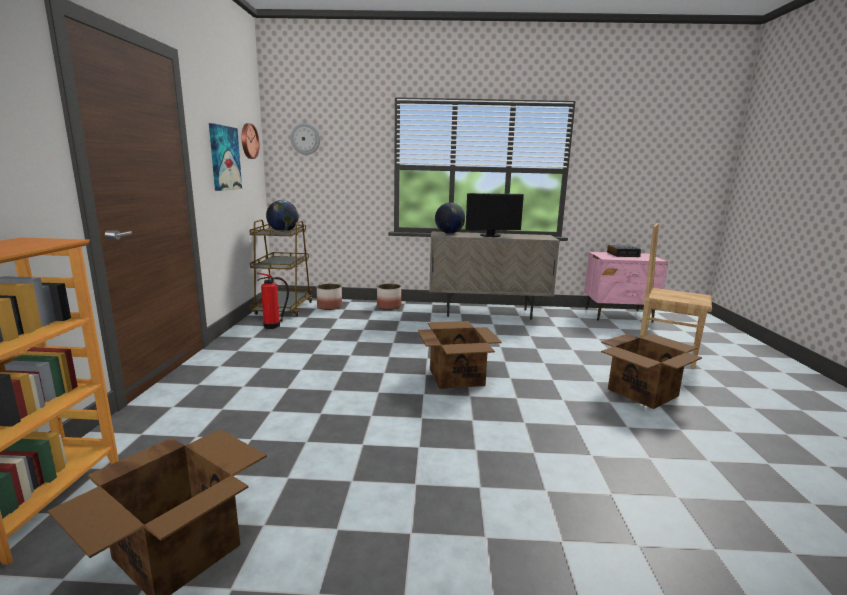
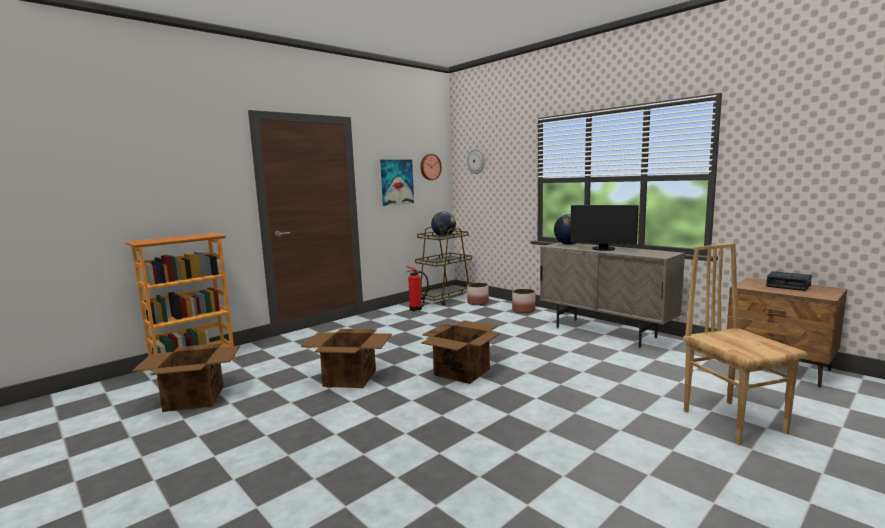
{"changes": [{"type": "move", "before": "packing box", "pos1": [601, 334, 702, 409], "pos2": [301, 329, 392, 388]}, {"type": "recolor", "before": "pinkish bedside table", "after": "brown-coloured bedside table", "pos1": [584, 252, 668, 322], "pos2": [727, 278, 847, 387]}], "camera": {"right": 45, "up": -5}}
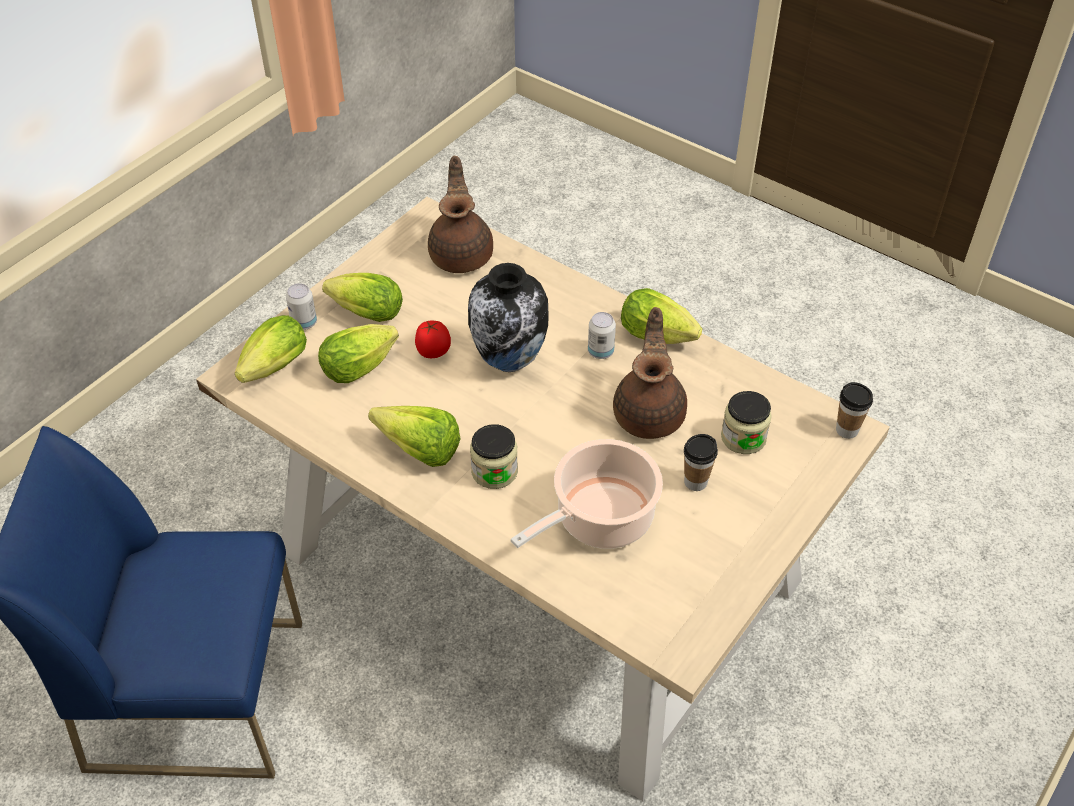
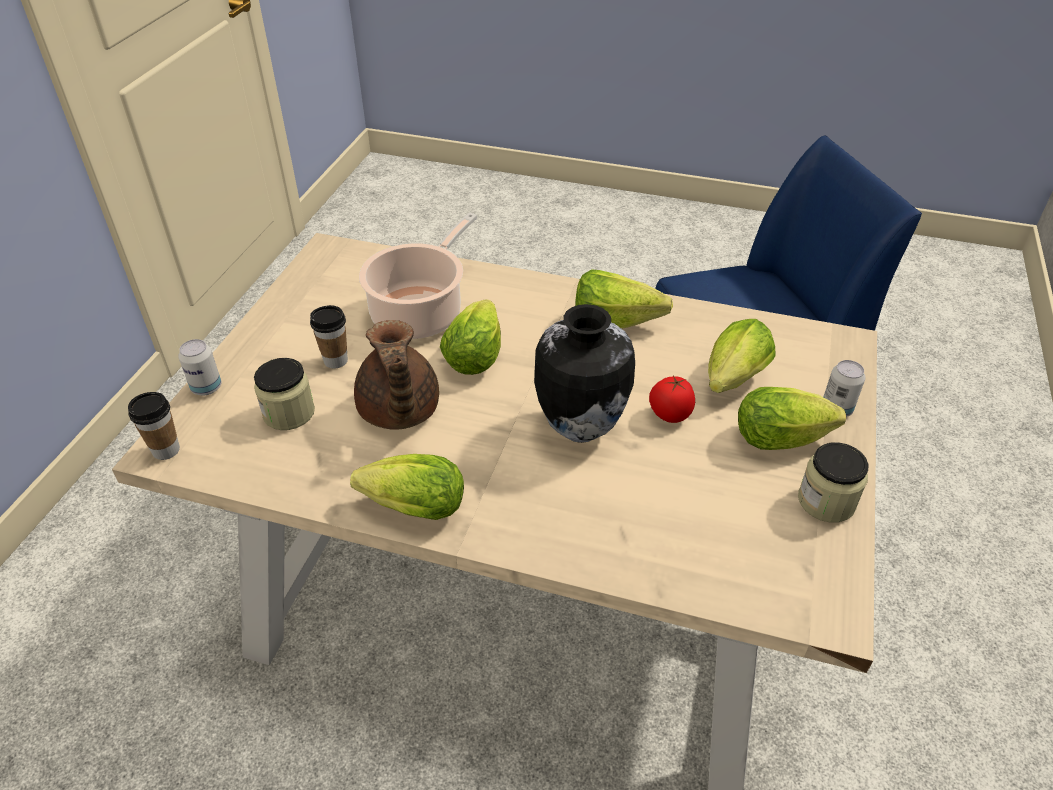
{"changes": [{"type": "move", "before": "can", "pos1": [588, 312, 616, 359], "pos2": [178, 339, 222, 395]}, {"type": "move", "before": "lettuce", "pos1": [235, 315, 307, 383], "pos2": [440, 299, 501, 375]}, {"type": "move", "before": "preserve jar", "pos1": [470, 424, 518, 489], "pos2": [798, 442, 869, 523]}, {"type": "delete", "before": "brown-coloured teapot", "pos1": [428, 156, 493, 273]}], "camera": {"right": 160, "up": -5}}
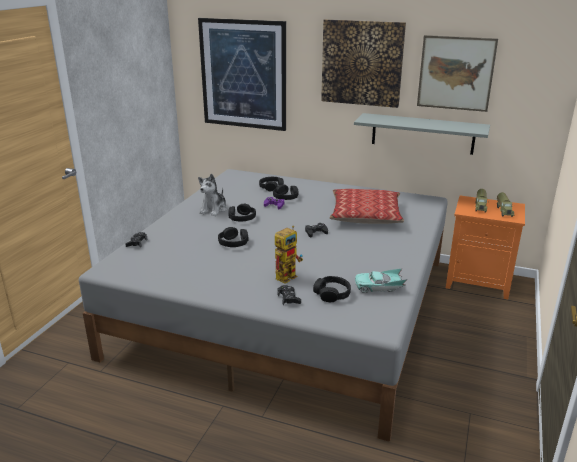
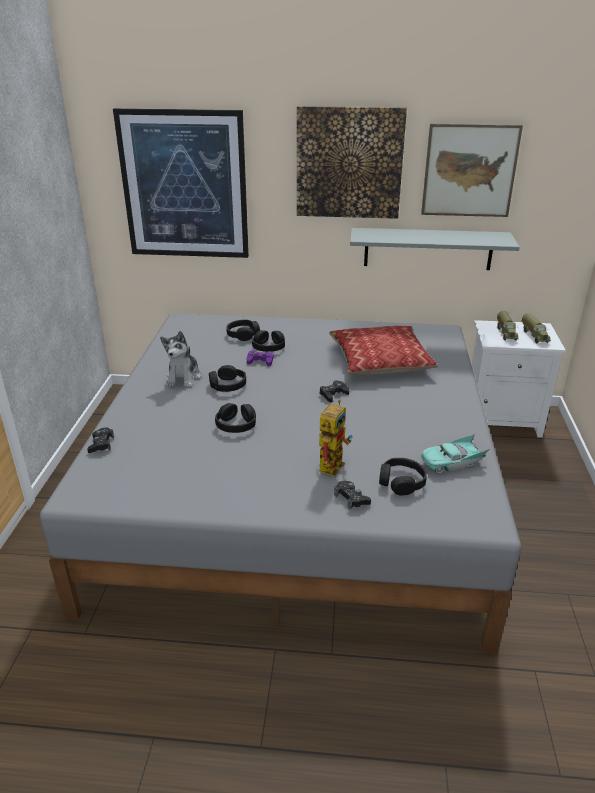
{"changes": [{"type": "recolor", "before": "orange-coloured bedside table", "after": "whitish bedside table", "pos1": [446, 196, 525, 299], "pos2": [471, 320, 566, 438]}], "camera": {"right": -15, "up": 5}}
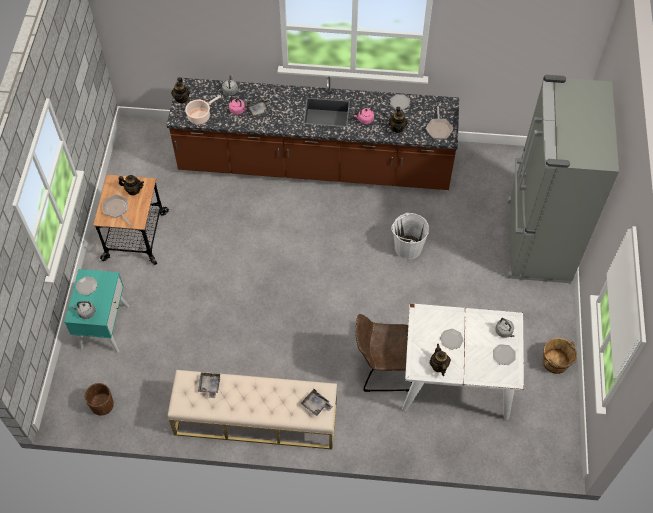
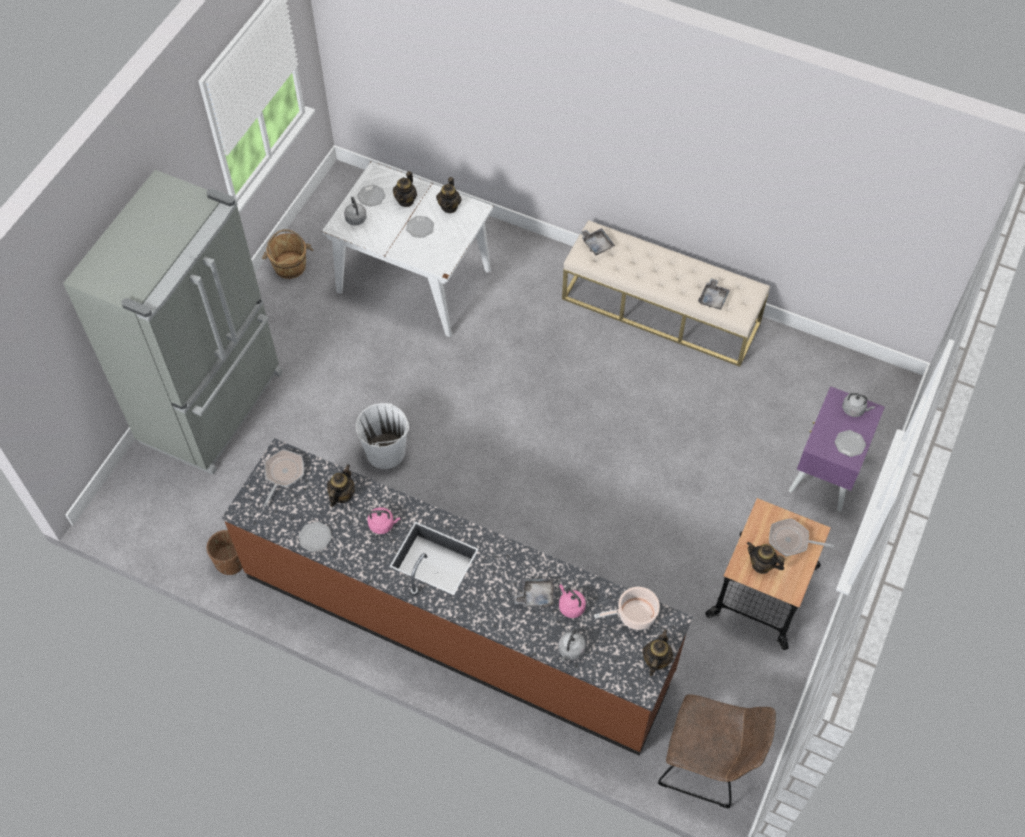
{"changes": [{"type": "move", "before": "brown-coloured plant pot", "pos1": [84, 383, 114, 415], "pos2": [207, 530, 243, 575]}, {"type": "insert", "after": "teapot", "pos2": [393, 171, 417, 207]}, {"type": "move", "before": "brown-coloured chair", "pos1": [355, 314, 412, 392], "pos2": [658, 694, 776, 808]}, {"type": "rotate", "before": "skillet", "pos1": [103, 194, 131, 226], "pos2": [769, 518, 834, 556], "turn": 120}, {"type": "recolor", "before": "turquoise bedside table", "after": "purple-coloured bedside table", "pos1": [64, 269, 130, 353], "pos2": [789, 386, 885, 512]}], "camera": {"right": -160, "up": 0}}
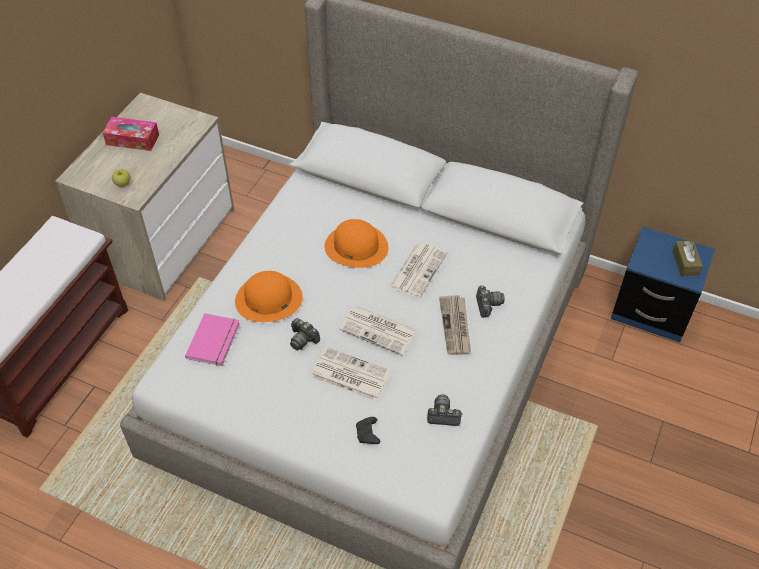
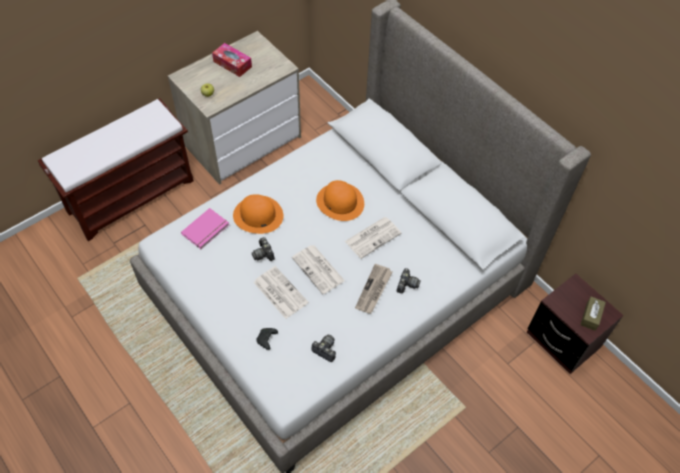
{"changes": [{"type": "recolor", "before": "bluish bedside table", "after": "brown-coloured bedside table", "pos1": [611, 227, 715, 342], "pos2": [527, 273, 624, 374]}], "camera": {"right": 25, "up": 5}}
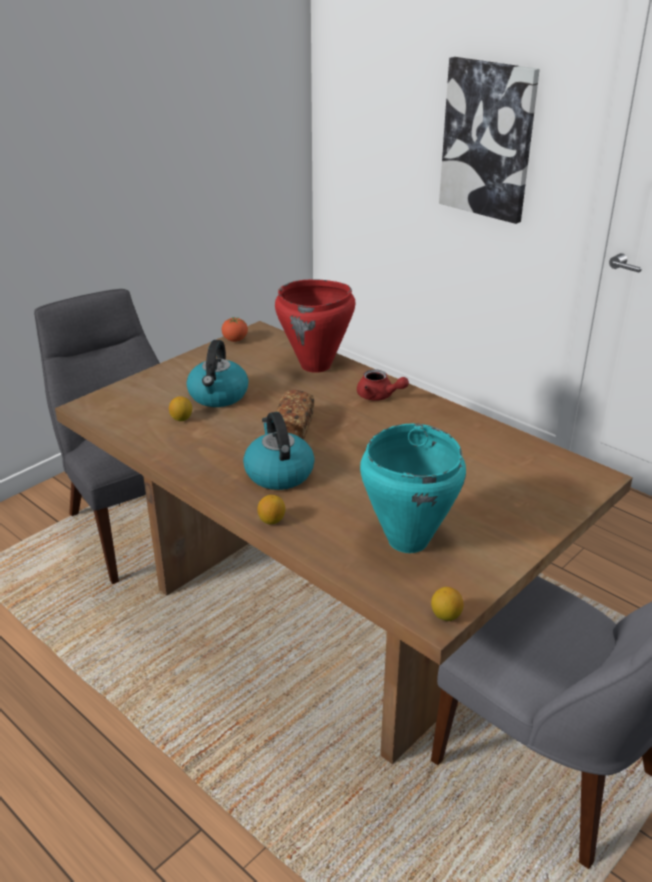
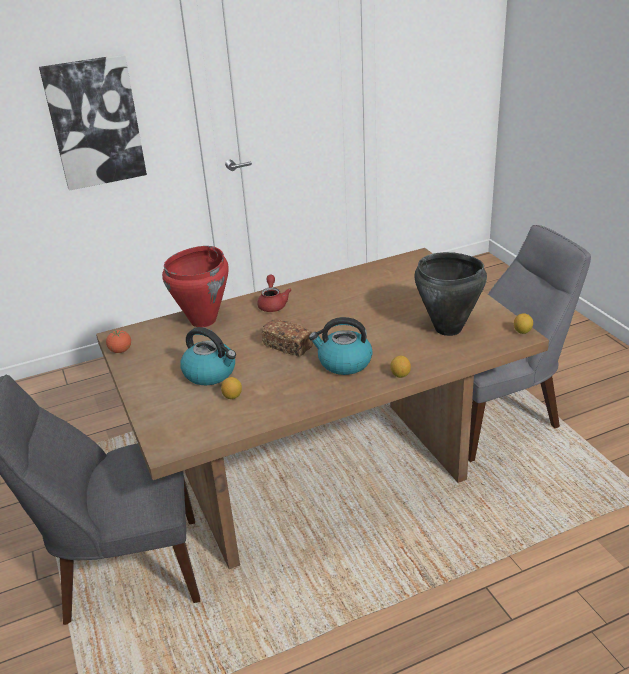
{"changes": [{"type": "rotate", "before": "red-coloured teapot", "pos1": [357, 369, 409, 401], "pos2": [257, 275, 291, 312], "turn": -60}, {"type": "recolor", "before": "turquoise saucepot", "after": "black saucepot", "pos1": [360, 423, 466, 553], "pos2": [414, 252, 487, 336]}], "camera": {"right": -65, "up": 0}}
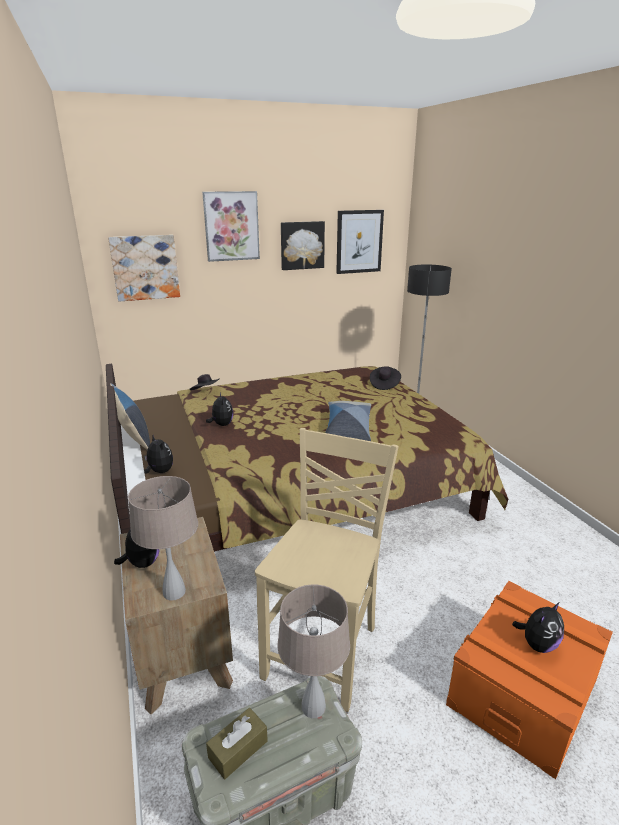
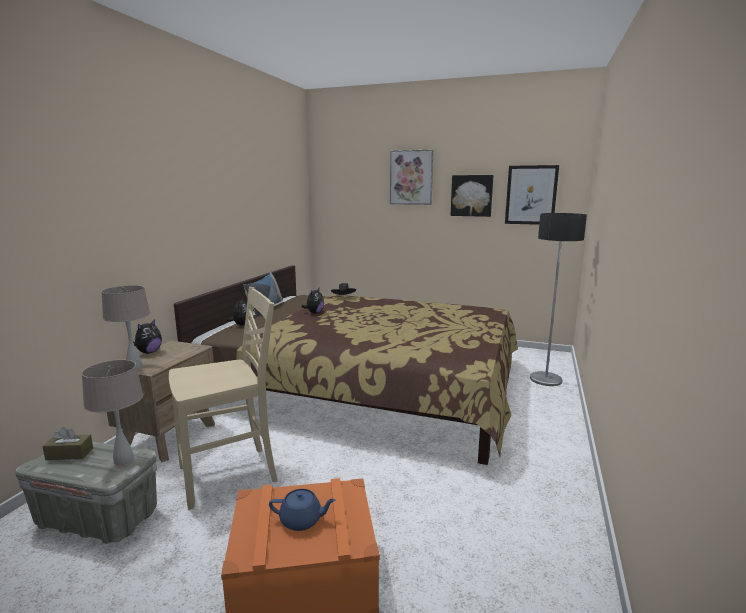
{"changes": [{"type": "replace", "before": "cuddly toy", "after": "bluish teapot", "pos1": [512, 602, 564, 653], "pos2": [269, 489, 336, 531]}, {"type": "delete", "before": "picture", "pos1": [108, 235, 180, 302]}, {"type": "delete", "before": "pillow", "pos1": [325, 401, 371, 441]}, {"type": "delete", "before": "black wearable hat", "pos1": [370, 366, 401, 390]}], "camera": {"right": 40, "up": -10}}
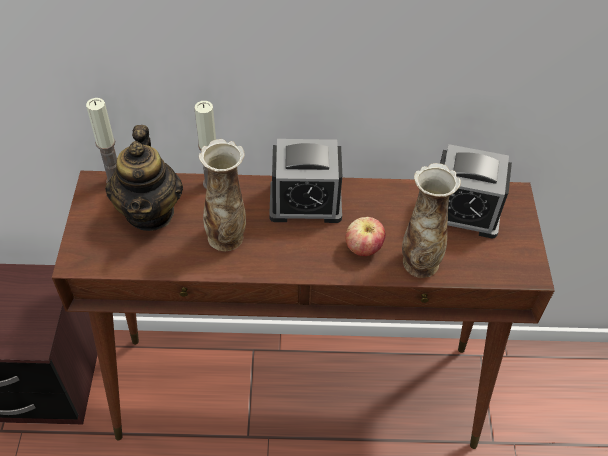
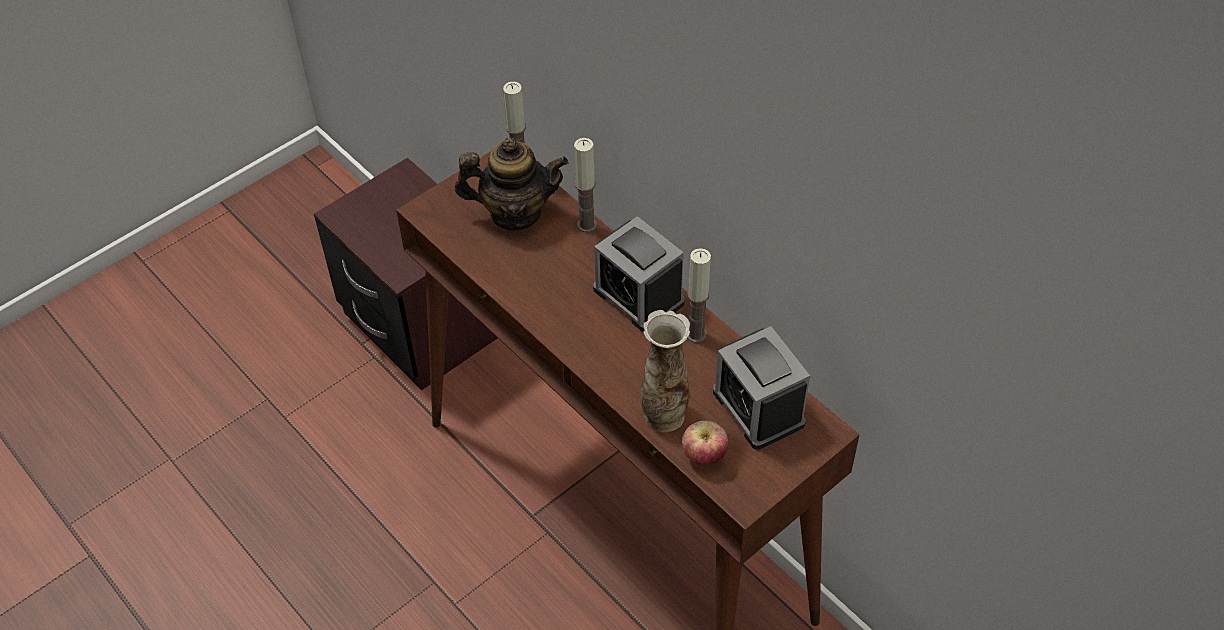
{"changes": [{"type": "rotate", "before": "teapot", "pos1": [105, 125, 183, 231], "pos2": [455, 138, 568, 231], "turn": -135}, {"type": "move", "before": "apple", "pos1": [346, 217, 386, 256], "pos2": [682, 421, 728, 465]}, {"type": "insert", "after": "wax light", "pos2": [687, 248, 711, 343]}, {"type": "delete", "before": "decorative vase", "pos1": [199, 139, 246, 251]}], "camera": {"right": 50, "up": 0}}
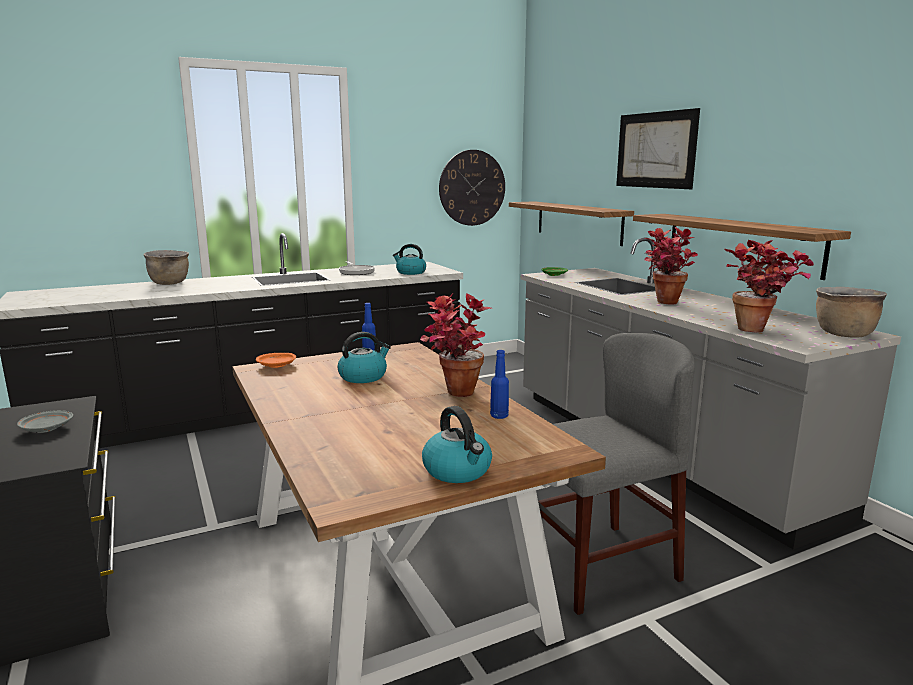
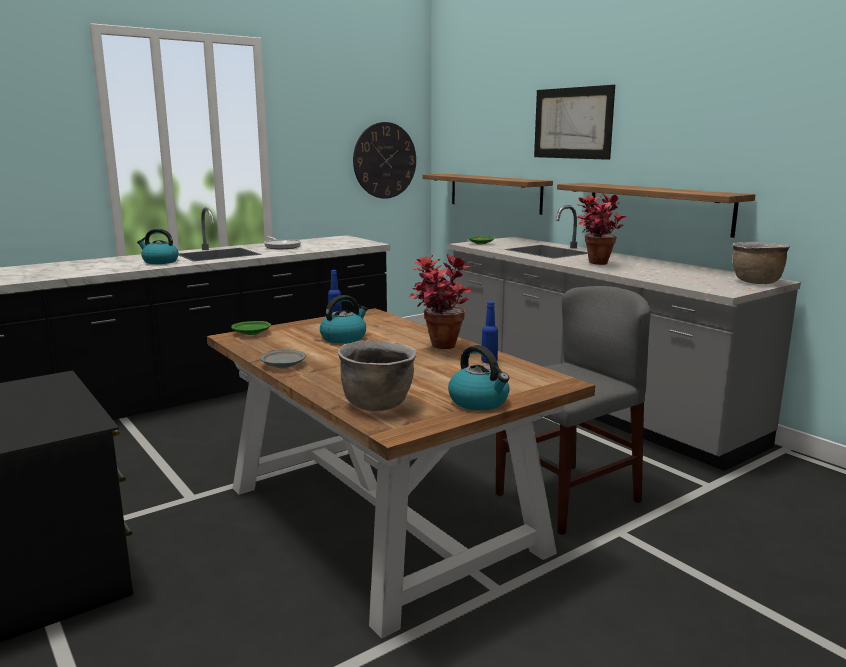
{"changes": [{"type": "move", "before": "tea kettle", "pos1": [393, 244, 426, 275], "pos2": [137, 229, 179, 264]}, {"type": "recolor", "before": "orange-coloured flat dish", "after": "green flat dish", "pos1": [256, 353, 296, 368], "pos2": [231, 321, 271, 335]}, {"type": "move", "before": "grey flat dish", "pos1": [17, 410, 73, 433], "pos2": [260, 350, 306, 368]}, {"type": "move", "before": "brown-coloured saucepot", "pos1": [143, 250, 189, 285], "pos2": [337, 340, 416, 411]}, {"type": "delete", "before": "plant in a pot", "pos1": [725, 240, 814, 332]}], "camera": {"right": -10, "up": 0}}
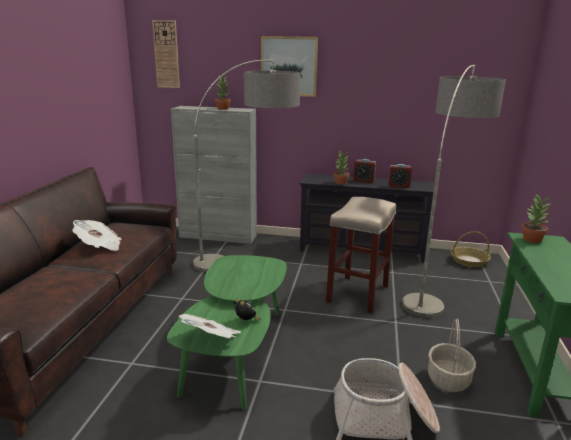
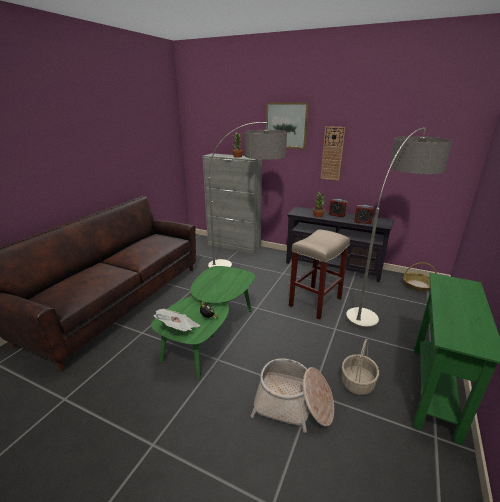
{"changes": [{"type": "move", "before": "clock on the wall", "pos1": [152, 20, 180, 88], "pos2": [320, 126, 345, 180]}, {"type": "delete", "before": "printed paper", "pos1": [73, 220, 122, 251]}, {"type": "delete", "before": "plant in a pot", "pos1": [522, 194, 552, 243]}], "camera": {"right": 15, "up": 5}}
